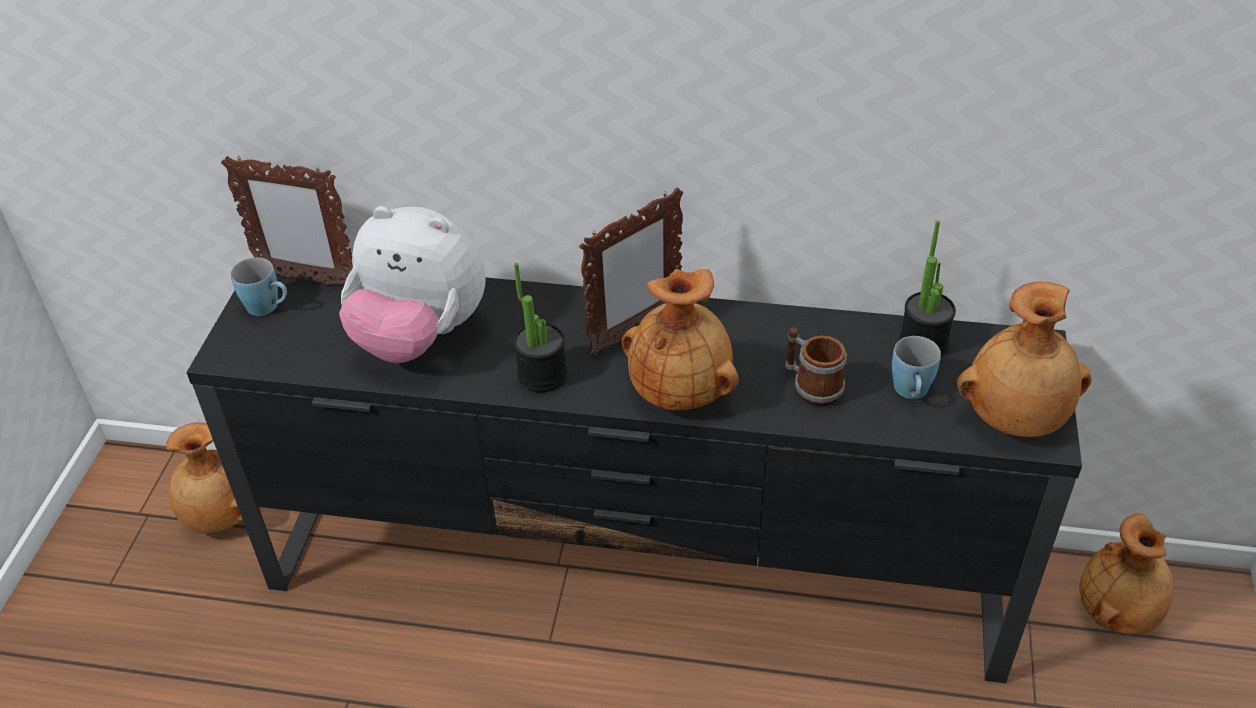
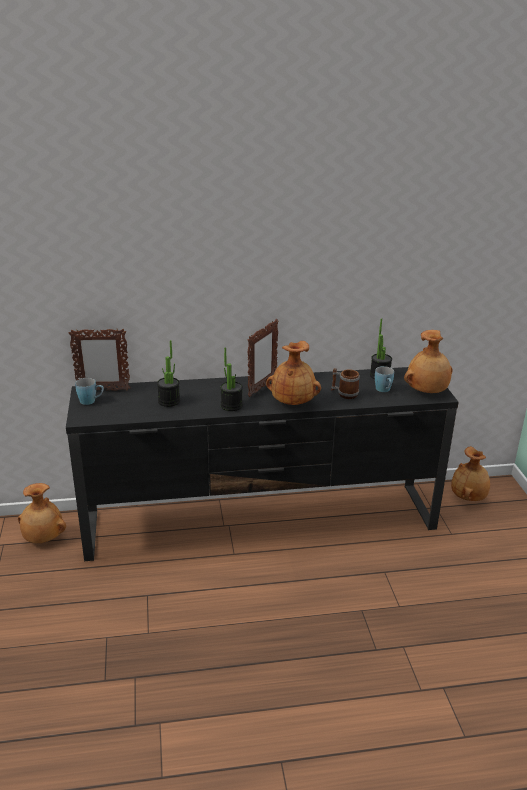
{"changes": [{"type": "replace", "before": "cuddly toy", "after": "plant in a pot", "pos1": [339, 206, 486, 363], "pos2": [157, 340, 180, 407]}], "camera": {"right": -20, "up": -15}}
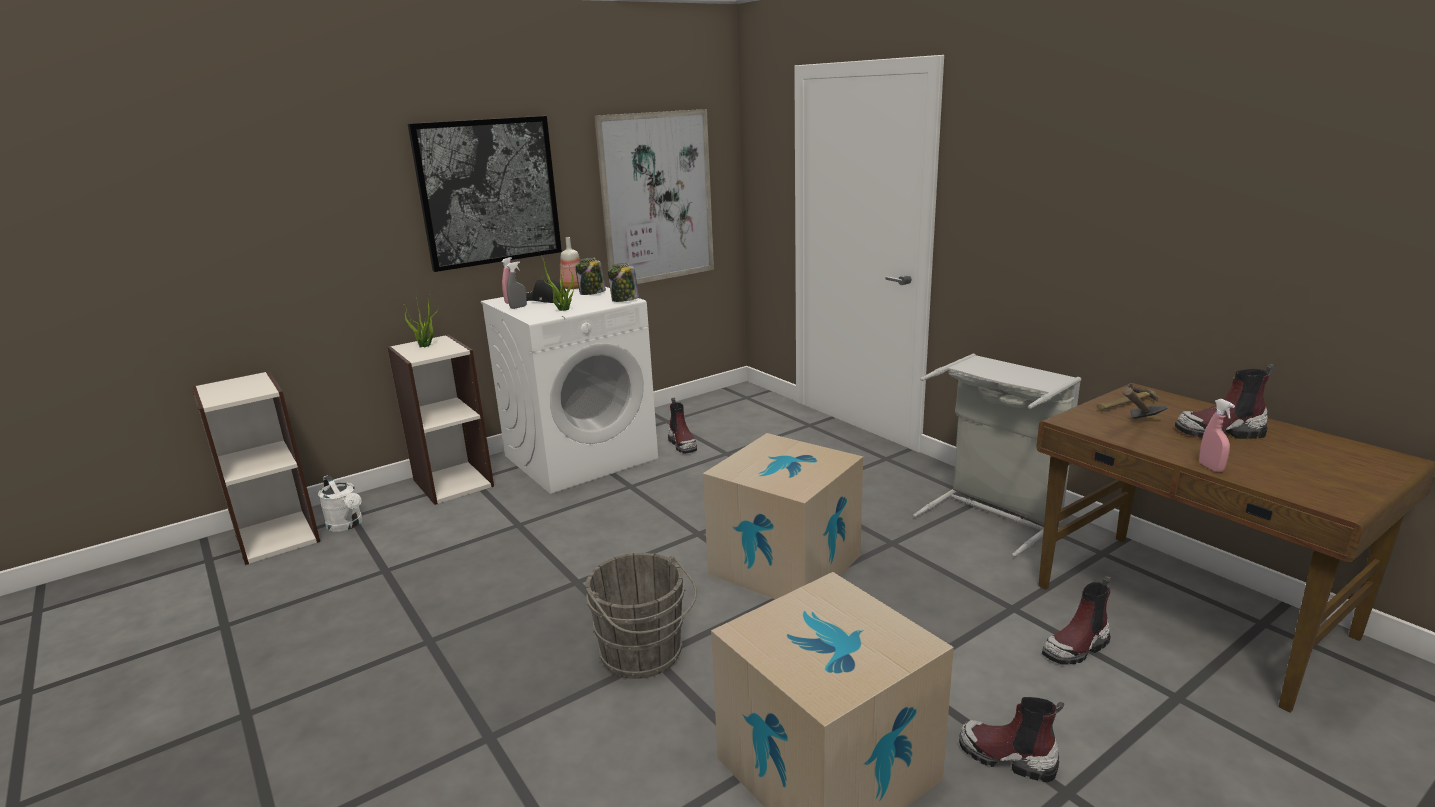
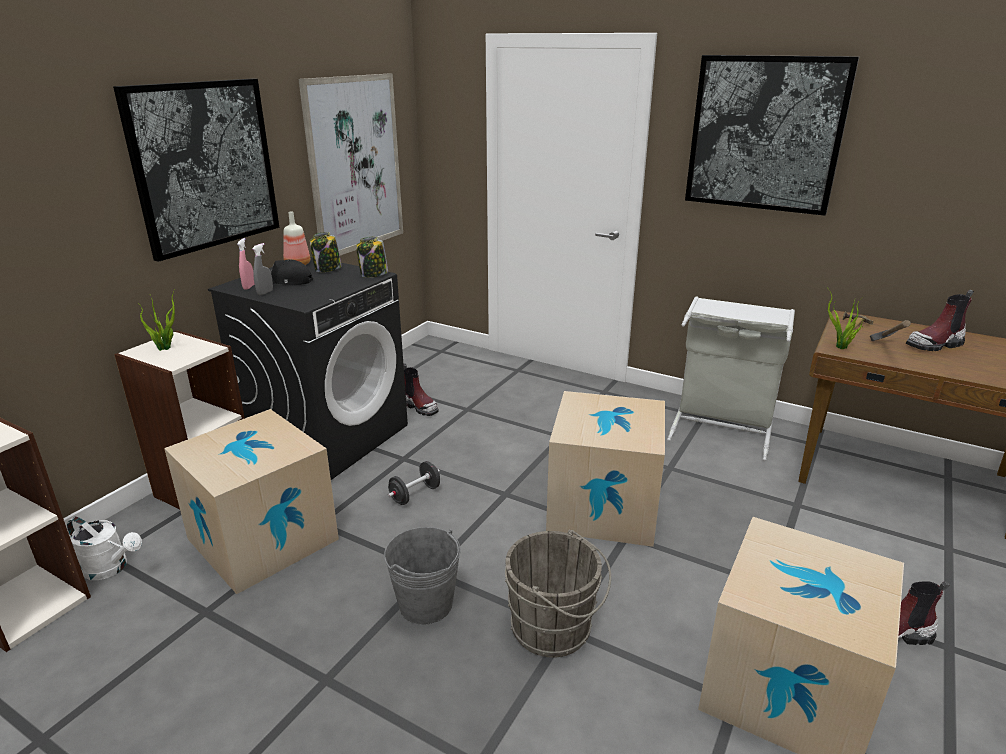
{"changes": [{"type": "insert", "after": "packing box", "pos2": [164, 409, 339, 594]}, {"type": "recolor", "before": "whitish laundry appliance", "after": "black laundry appliance", "pos1": [481, 287, 658, 494], "pos2": [208, 257, 408, 480]}, {"type": "insert", "after": "grey water bucket", "pos2": [384, 527, 461, 625]}, {"type": "insert", "after": "black dumbbell", "pos2": [388, 461, 440, 505]}, {"type": "insert", "after": "picture", "pos2": [685, 55, 859, 216]}, {"type": "move", "before": "plant in a pot", "pos1": [539, 252, 574, 311], "pos2": [828, 289, 863, 349]}, {"type": "delete", "before": "boot", "pos1": [1042, 576, 1111, 665]}, {"type": "delete", "before": "pinkish hand sprayer", "pos1": [1199, 399, 1235, 472]}], "camera": {"right": -25, "up": 5}}
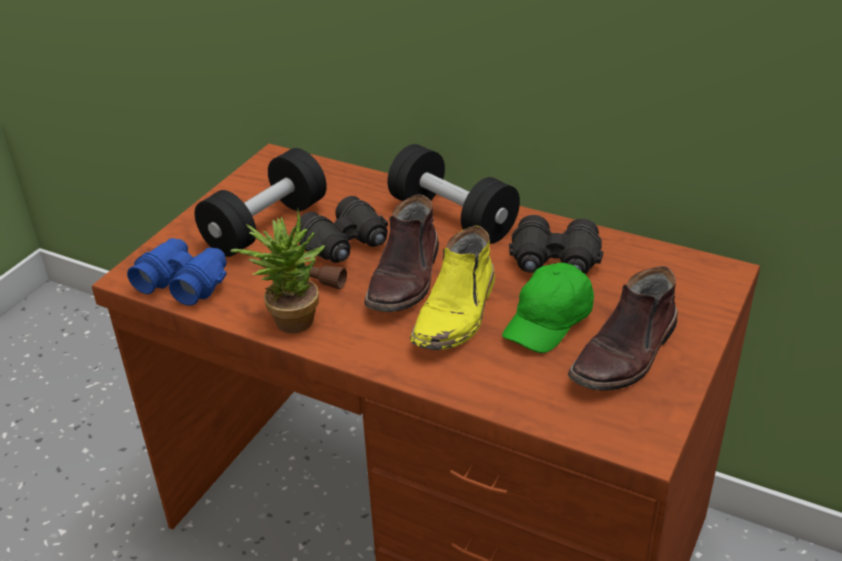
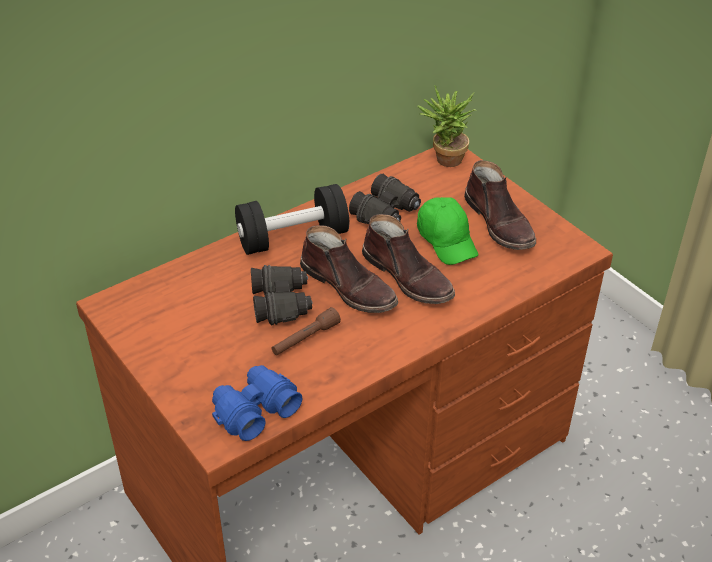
{"changes": [{"type": "recolor", "before": "yellow-coloured boot", "after": "brown-coloured boot", "pos1": [410, 226, 495, 350], "pos2": [362, 214, 455, 304]}, {"type": "move", "before": "plant in a pot", "pos1": [230, 208, 325, 333], "pos2": [418, 86, 476, 167]}, {"type": "delete", "before": "black dumbbell", "pos1": [195, 148, 327, 257]}], "camera": {"right": -65, "up": 5}}
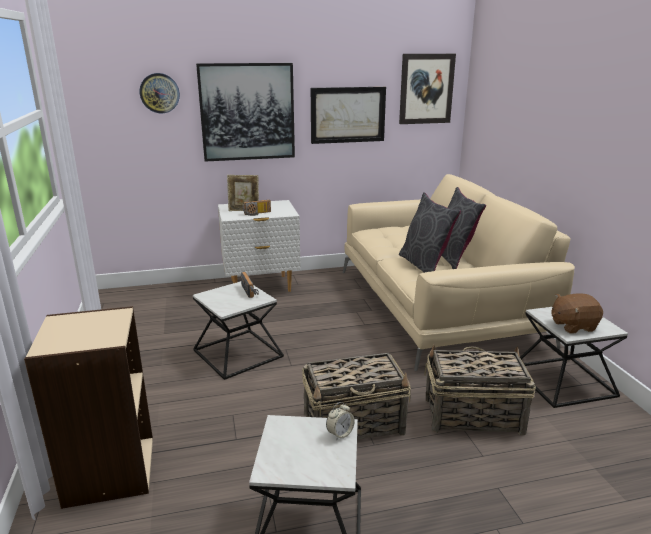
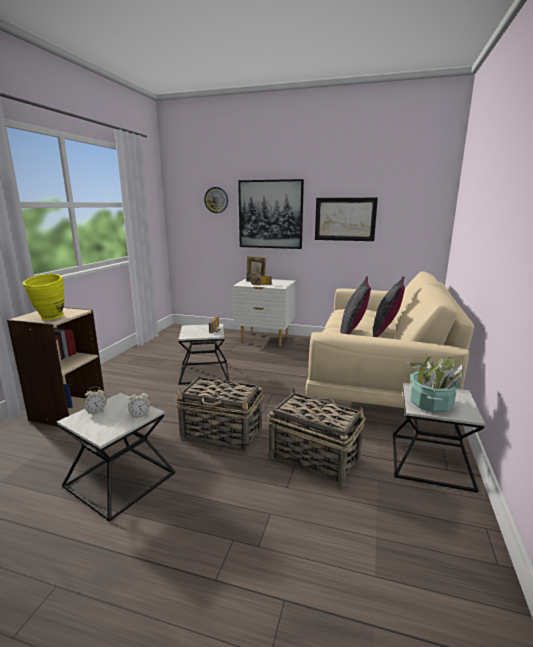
{"changes": [{"type": "insert", "after": "yellow-coloured decorative vase", "pos2": [23, 274, 65, 320]}, {"type": "insert", "after": "bedside clock", "pos2": [84, 387, 107, 414]}, {"type": "replace", "before": "brown-coloured cuddly toy", "after": "plant in a pot", "pos1": [551, 293, 603, 334], "pos2": [405, 353, 463, 412]}, {"type": "delete", "before": "picture", "pos1": [399, 54, 456, 124]}], "camera": {"right": 30, "up": -5}}
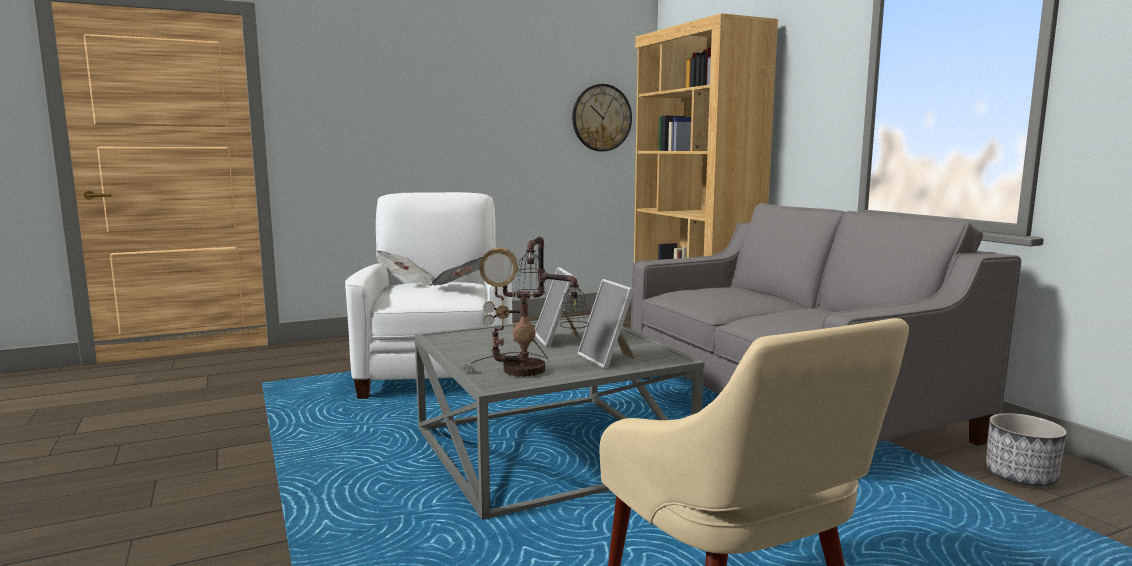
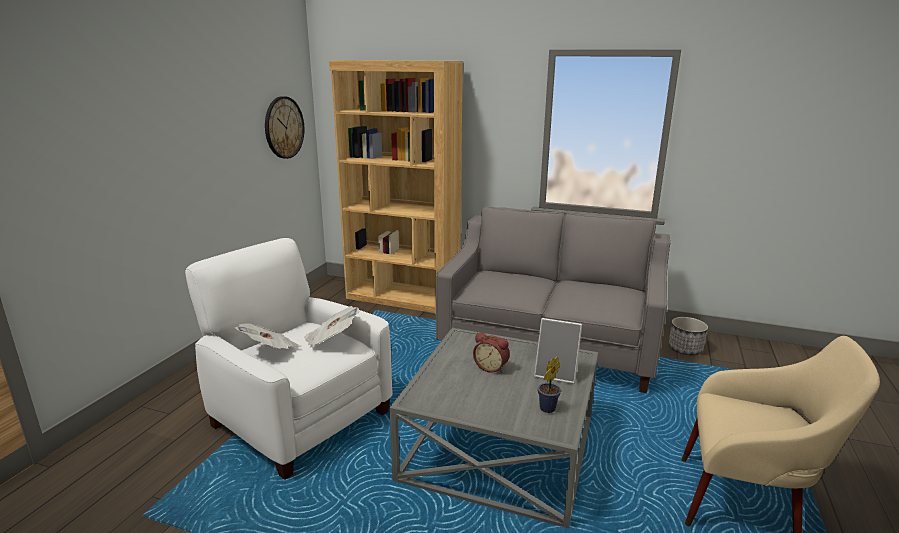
{"changes": [{"type": "replace", "before": "picture frame", "after": "bedside clock", "pos1": [535, 267, 582, 348], "pos2": [473, 332, 510, 373]}, {"type": "replace", "before": "tabletop lamp", "after": "plant in a pot", "pos1": [463, 236, 589, 377], "pos2": [537, 356, 561, 413]}], "camera": {"right": -45, "up": 10}}
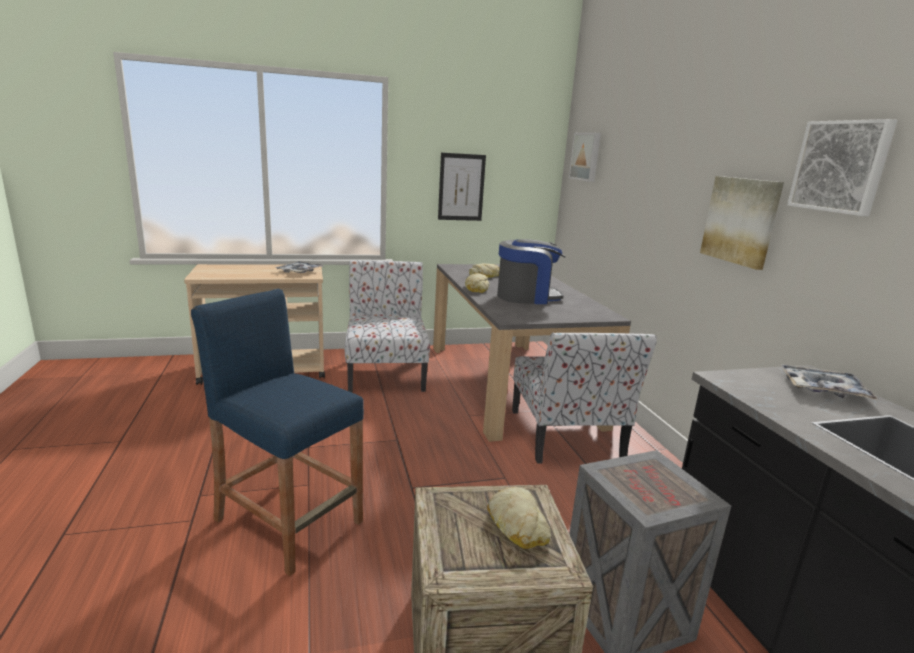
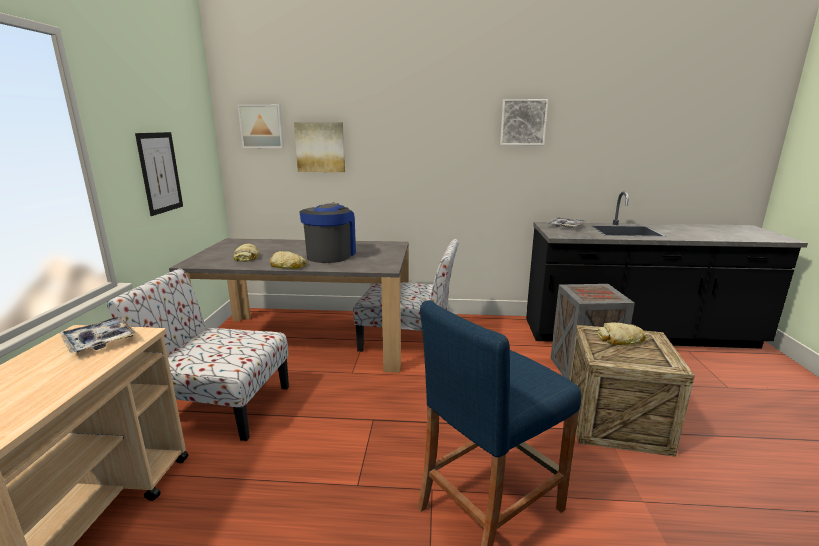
{"changes": [{"type": "move", "before": "picture", "pos1": [700, 176, 784, 270], "pos2": [294, 122, 345, 172]}], "camera": {"right": -70, "up": 0}}
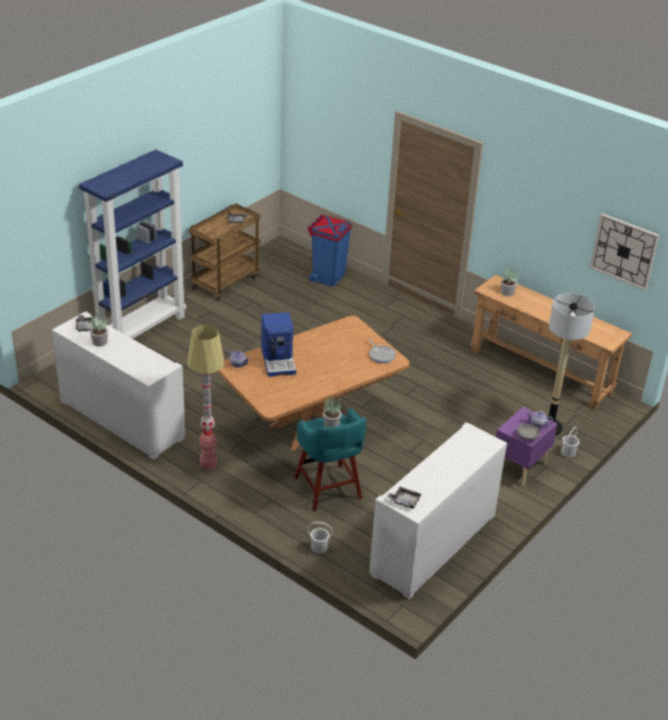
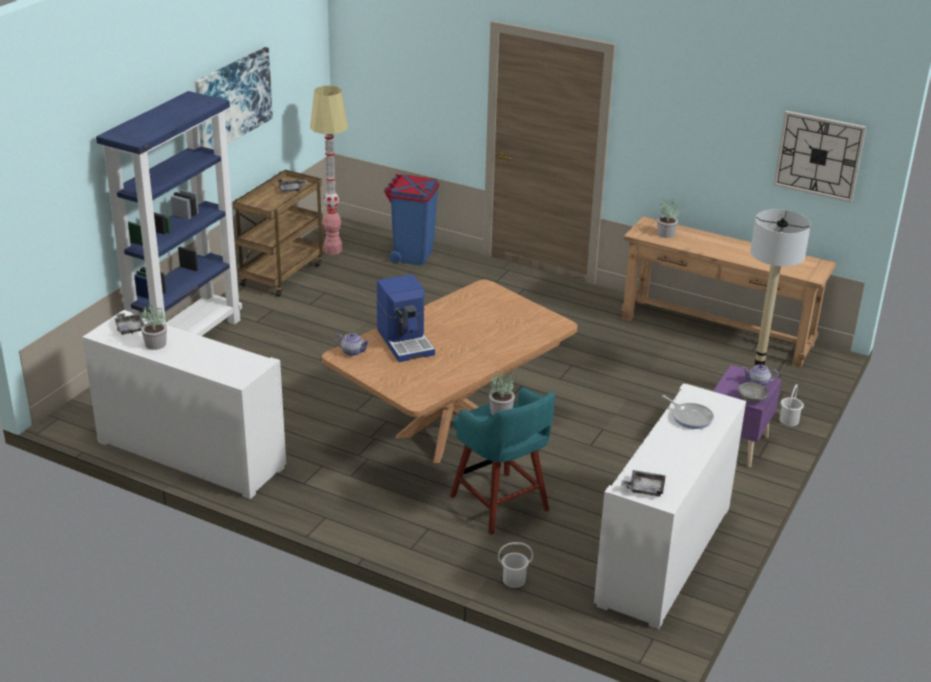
{"changes": [{"type": "insert", "after": "picture", "pos2": [195, 47, 273, 149]}, {"type": "move", "before": "floor lamp", "pos1": [187, 325, 224, 470], "pos2": [310, 86, 348, 255]}, {"type": "move", "before": "skillet", "pos1": [368, 338, 396, 363], "pos2": [662, 395, 714, 429]}], "camera": {"right": -10, "up": -5}}
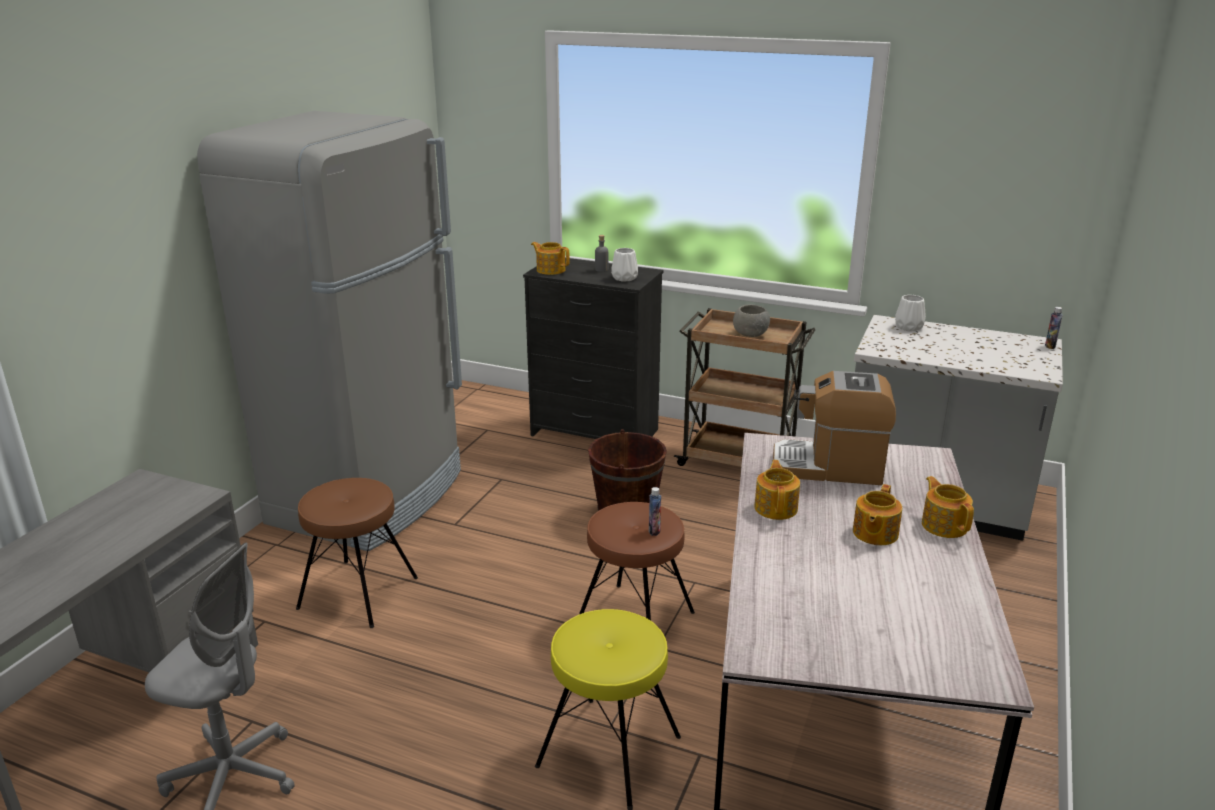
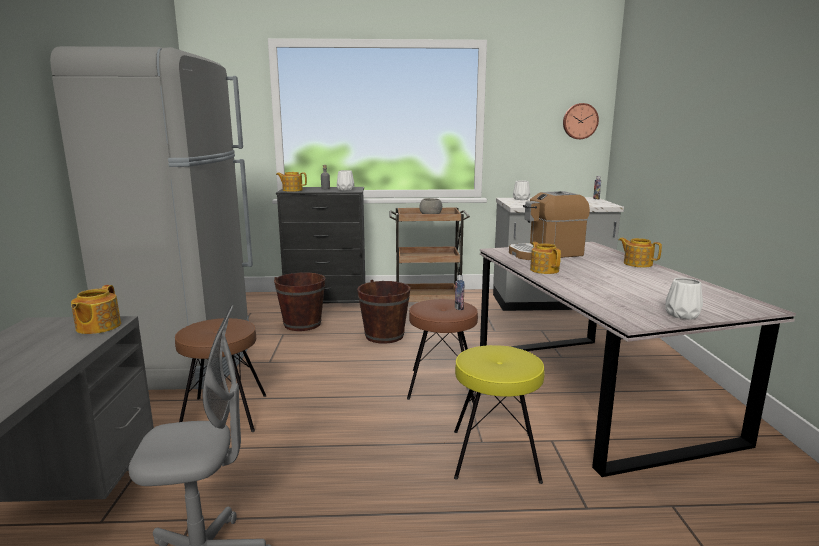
{"changes": [{"type": "move", "before": "teapot", "pos1": [853, 484, 902, 545], "pos2": [71, 285, 121, 334]}, {"type": "insert", "after": "brown-coloured water bucket", "pos2": [274, 272, 326, 331]}, {"type": "insert", "after": "clock on the wall", "pos2": [563, 103, 599, 139]}, {"type": "insert", "after": "whitish decorative vase", "pos2": [665, 278, 703, 320]}], "camera": {"right": -25, "up": -10}}
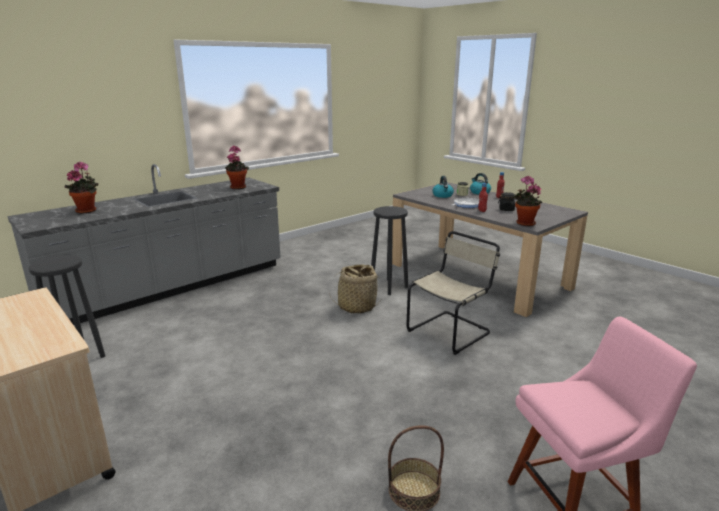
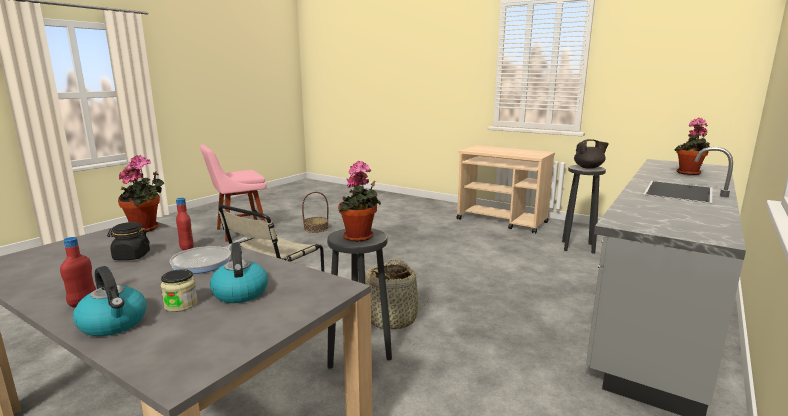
{"changes": [{"type": "move", "before": "plant in a pot", "pos1": [225, 146, 249, 189], "pos2": [338, 161, 381, 242]}, {"type": "insert", "after": "black teapot", "pos2": [574, 139, 609, 169]}], "camera": {"right": 165, "up": -5}}
